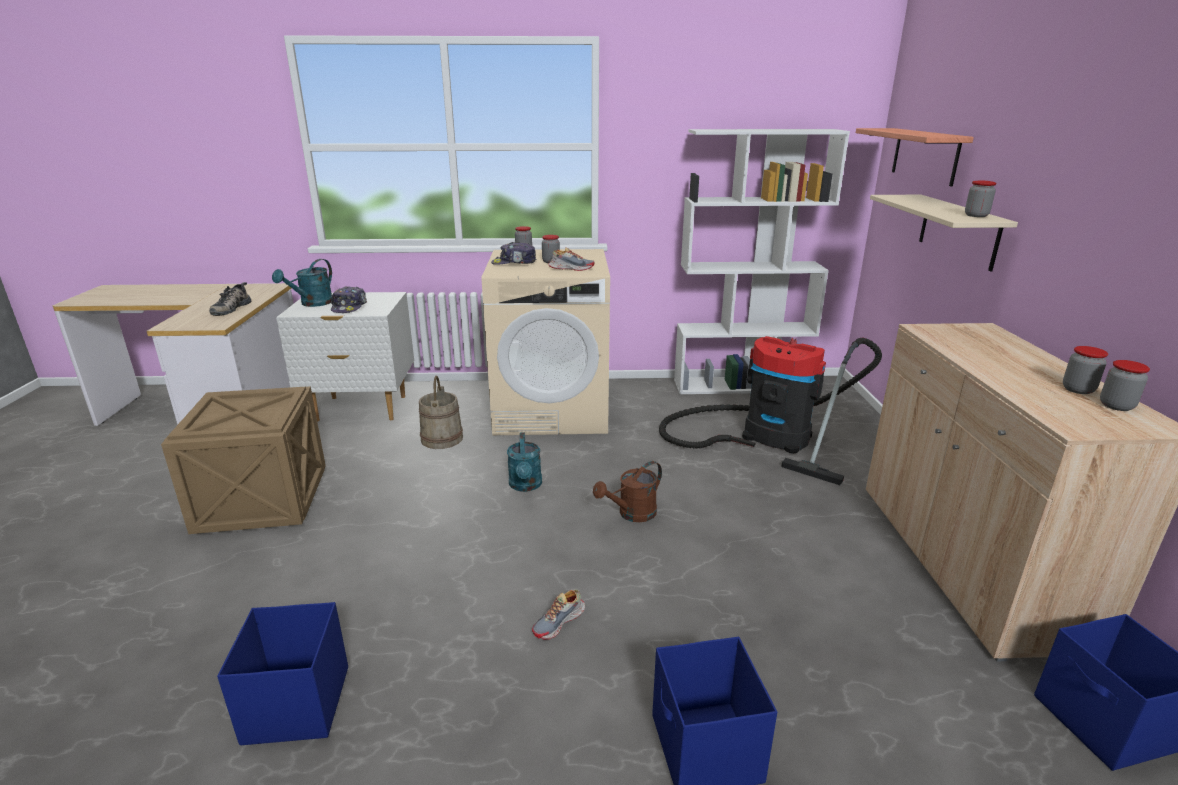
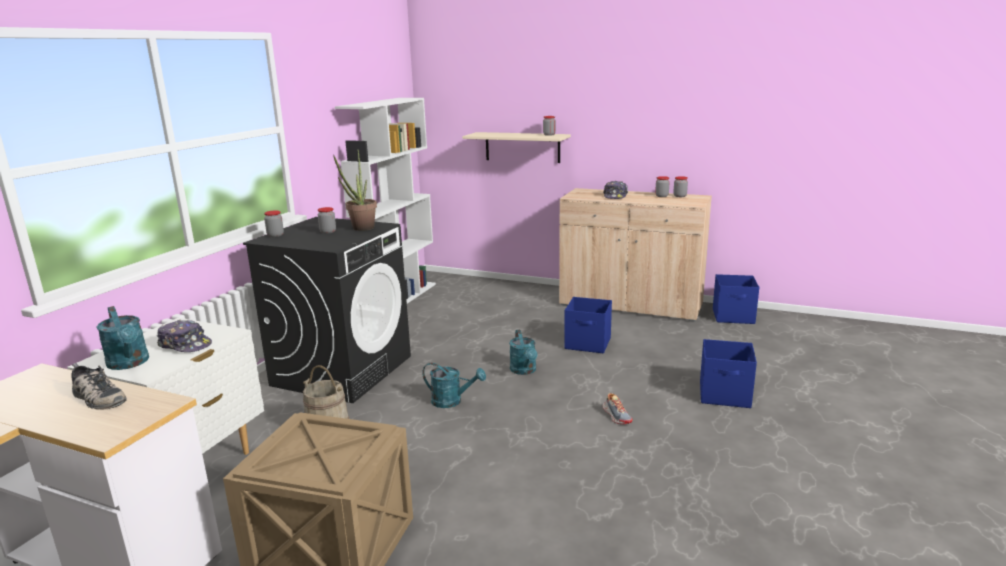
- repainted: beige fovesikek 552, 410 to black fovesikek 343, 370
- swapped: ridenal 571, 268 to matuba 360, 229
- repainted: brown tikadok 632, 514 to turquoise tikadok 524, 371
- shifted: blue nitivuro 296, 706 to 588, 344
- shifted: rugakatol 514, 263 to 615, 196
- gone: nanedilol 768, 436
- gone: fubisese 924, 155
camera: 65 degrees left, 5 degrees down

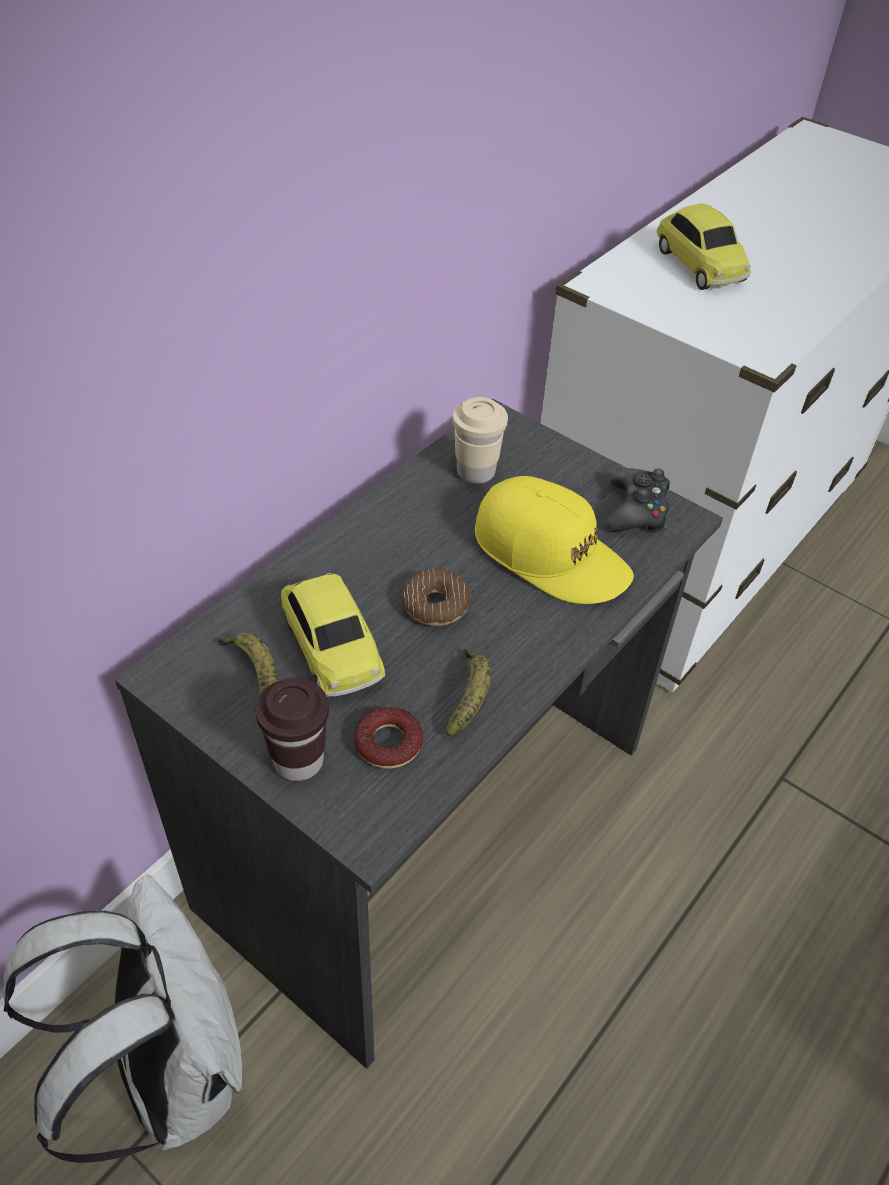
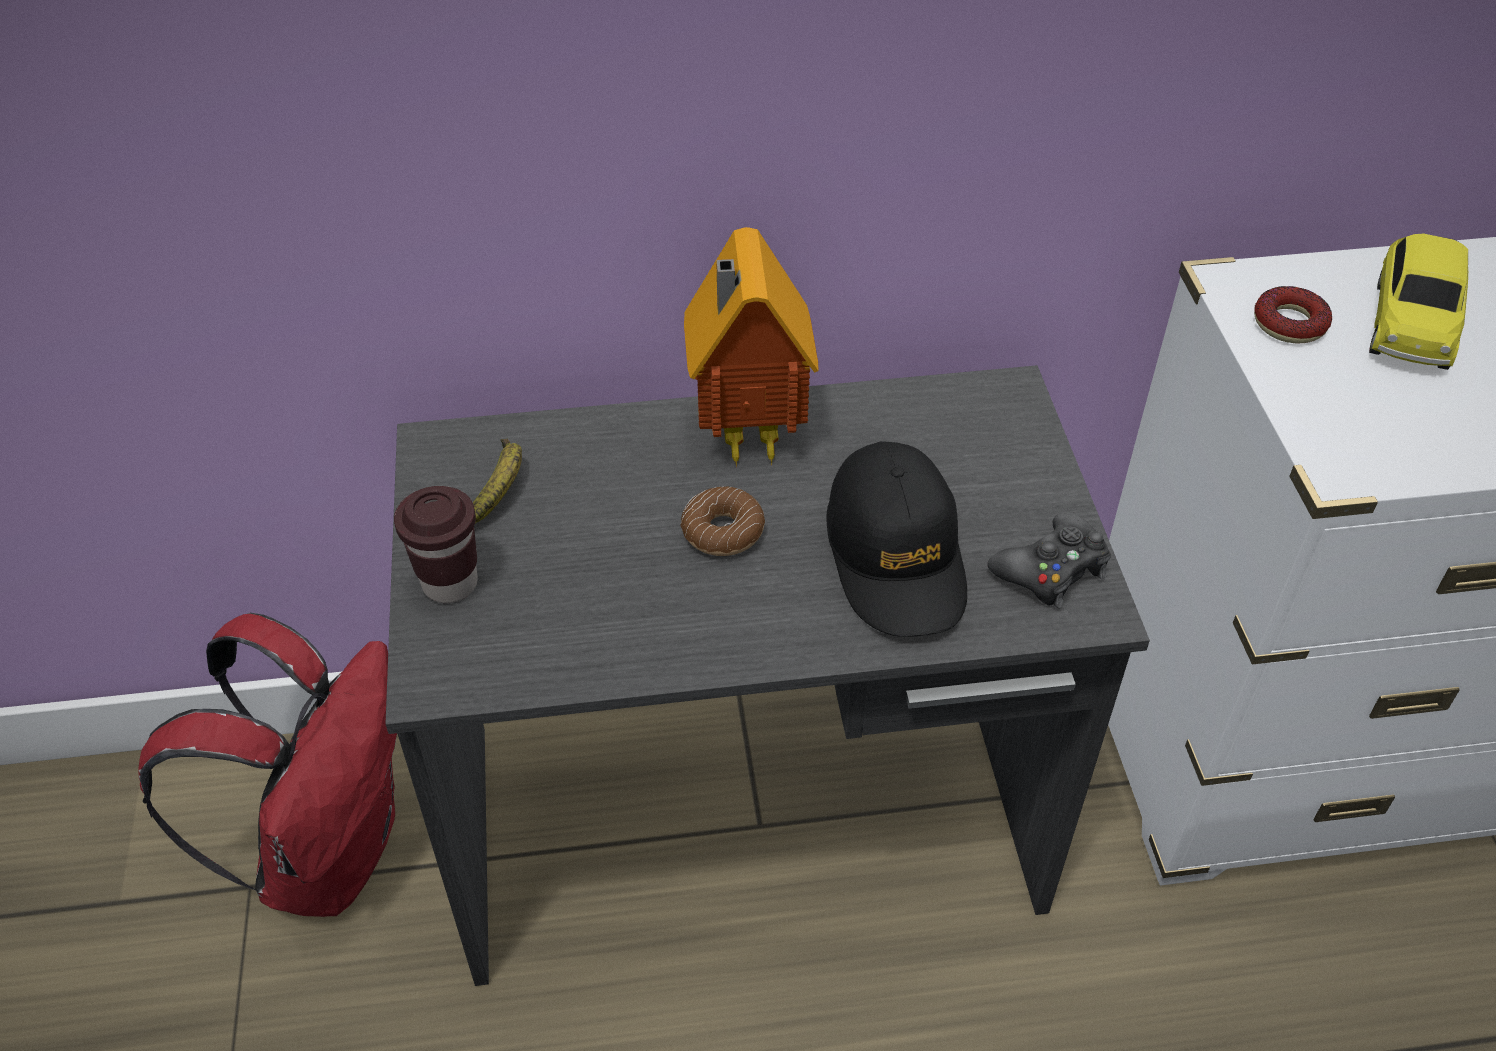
- repainted: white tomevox 166, 1072 to red tomevox 329, 850
- new: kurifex 744, 436
- repainted: yellow rugakatol 551, 554 to black rugakatol 897, 556
- shifted: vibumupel 388, 743 to 1289, 323
- gone: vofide 331, 646
- gone: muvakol 469, 697
- gone: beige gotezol 476, 472
camera: 45 degrees right, 0 degrees up

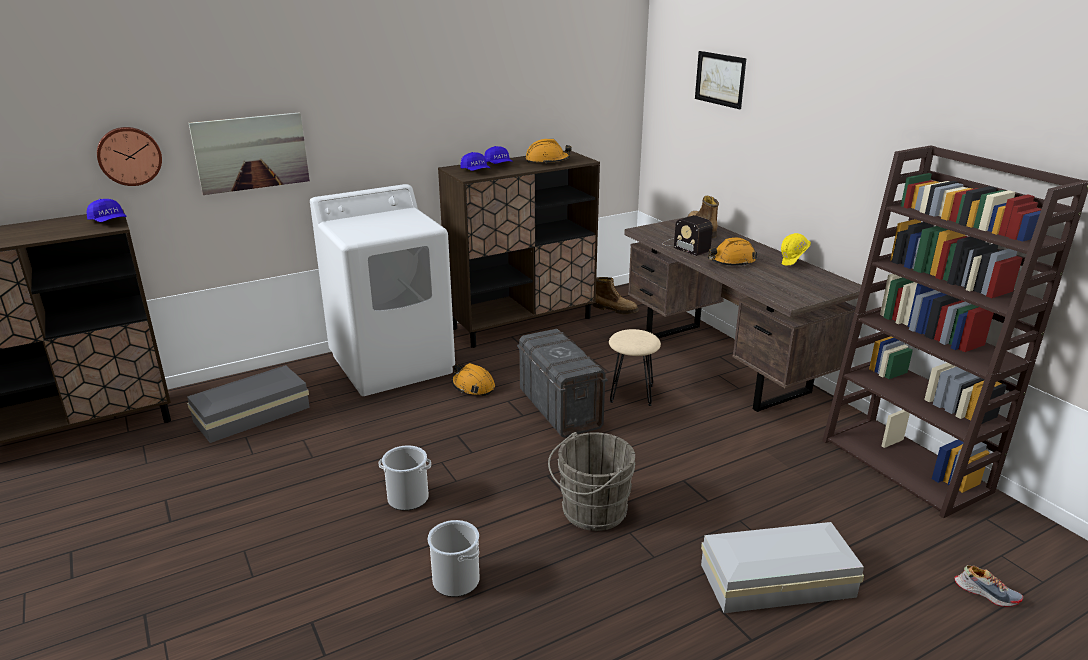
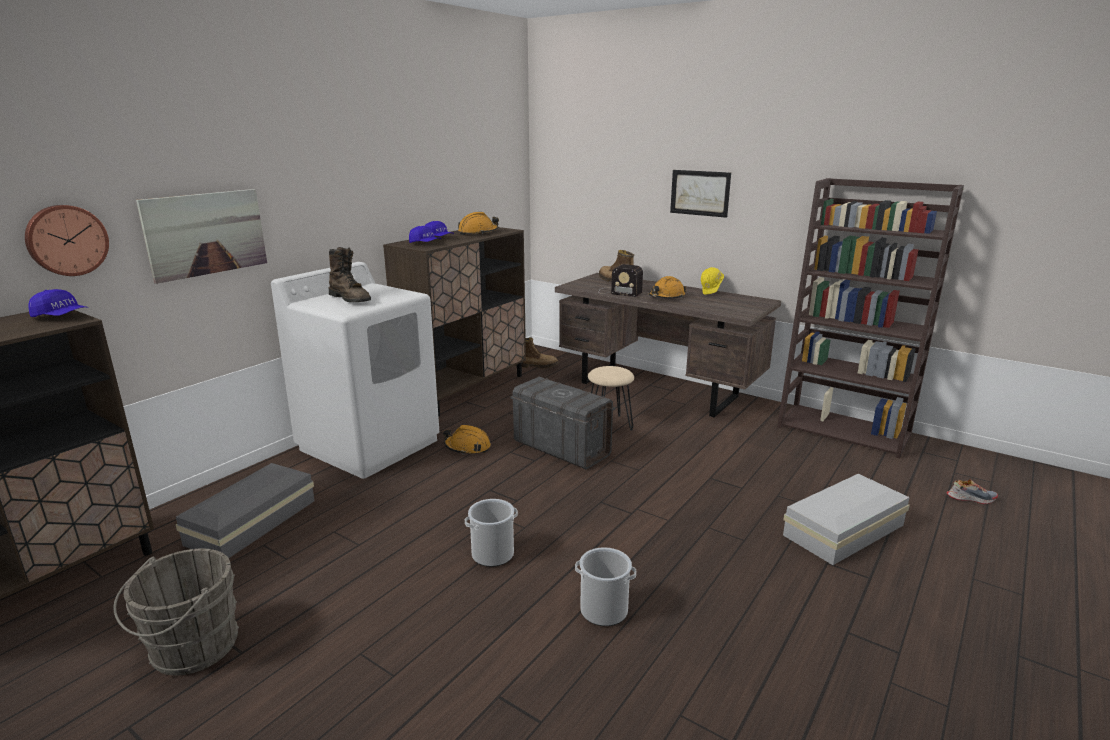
- shifted: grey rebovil 590, 512 to 190, 650
- new: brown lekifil 350, 299
- shifted: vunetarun 720, 79 to 700, 193
camera: 25 degrees left, 5 degrees down

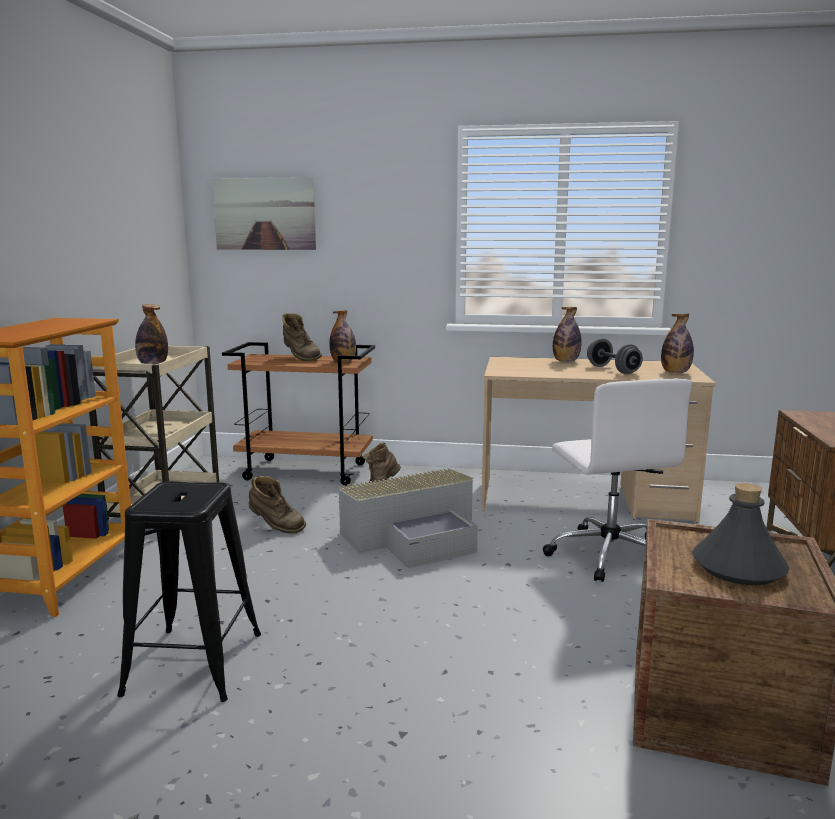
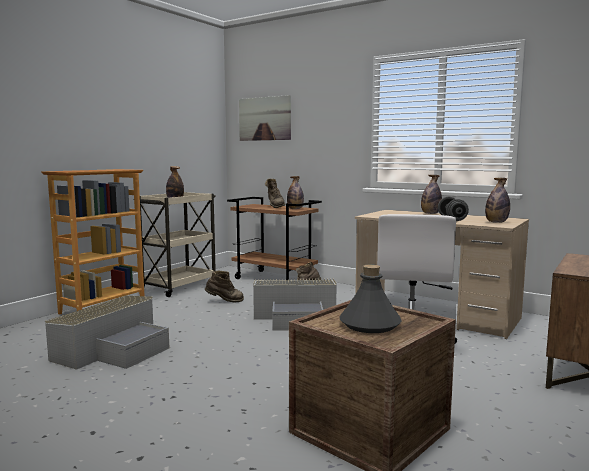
- swapped: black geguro 194, 664 to grey nitivuro 114, 349
- rotated: brown lekifil 275, 527 = 224, 301 60 degrees counterclockwise
camera: 25 degrees right, 5 degrees down

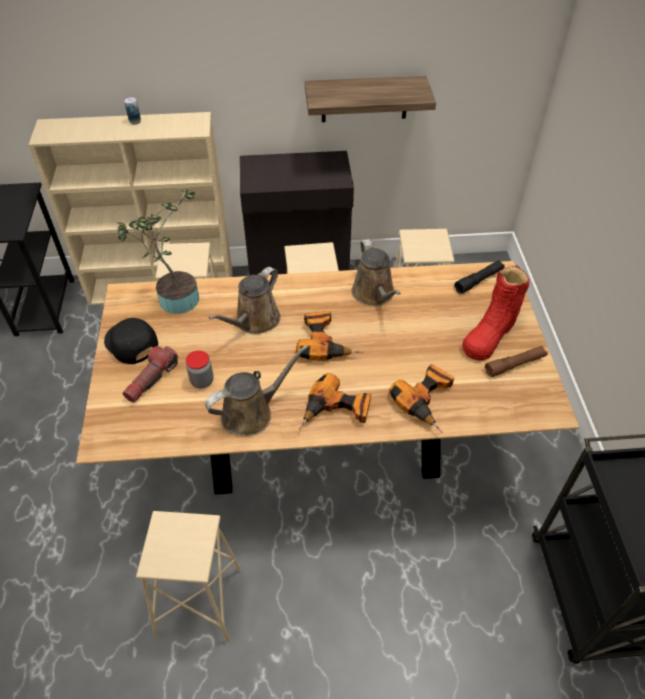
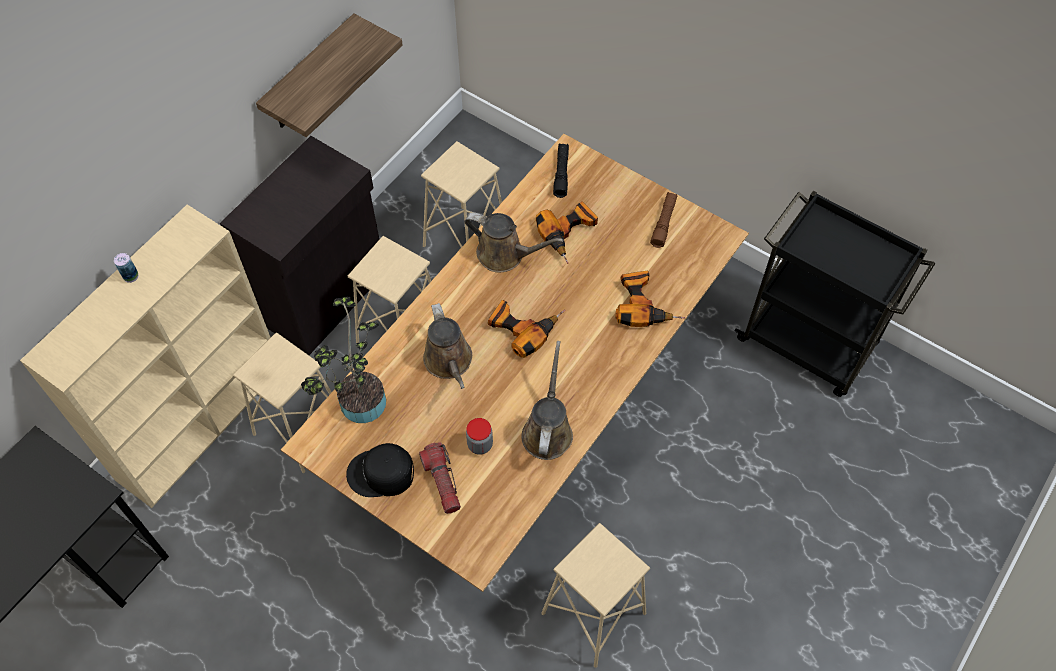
- shifted: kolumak 337, 412 to 569, 234
- gone: red lekifil 490, 333
camera: 50 degrees left, 10 degrees up

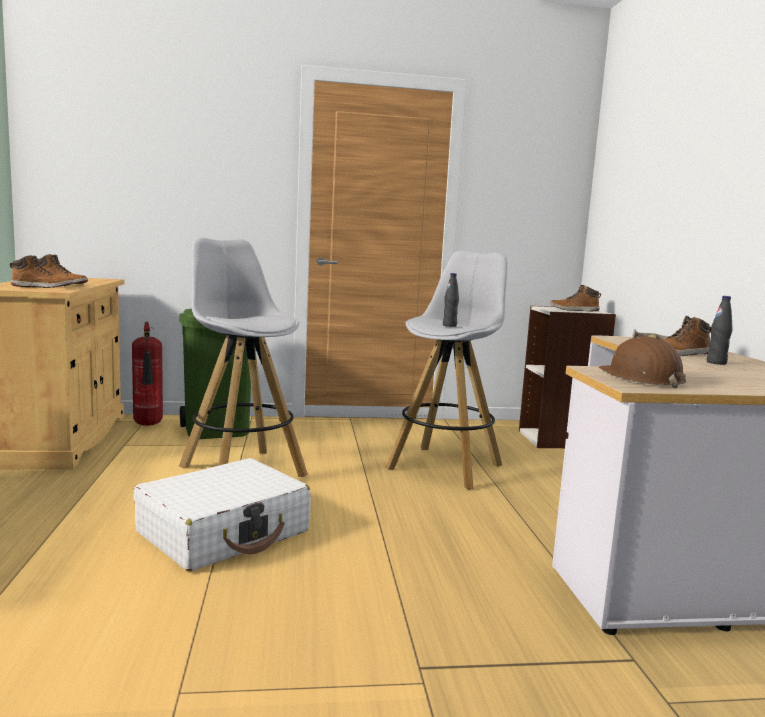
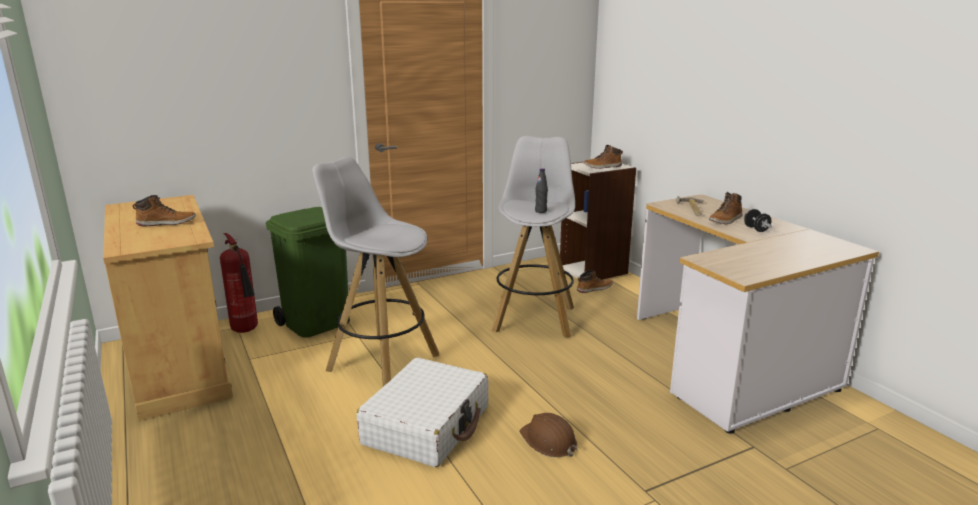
- shifted: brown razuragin 641, 377 to 548, 441
- shifted: lekifil 42, 287 to 594, 288
- swapped: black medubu 716, 363 to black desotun 756, 229
camera: 20 degrees left, 10 degrees up

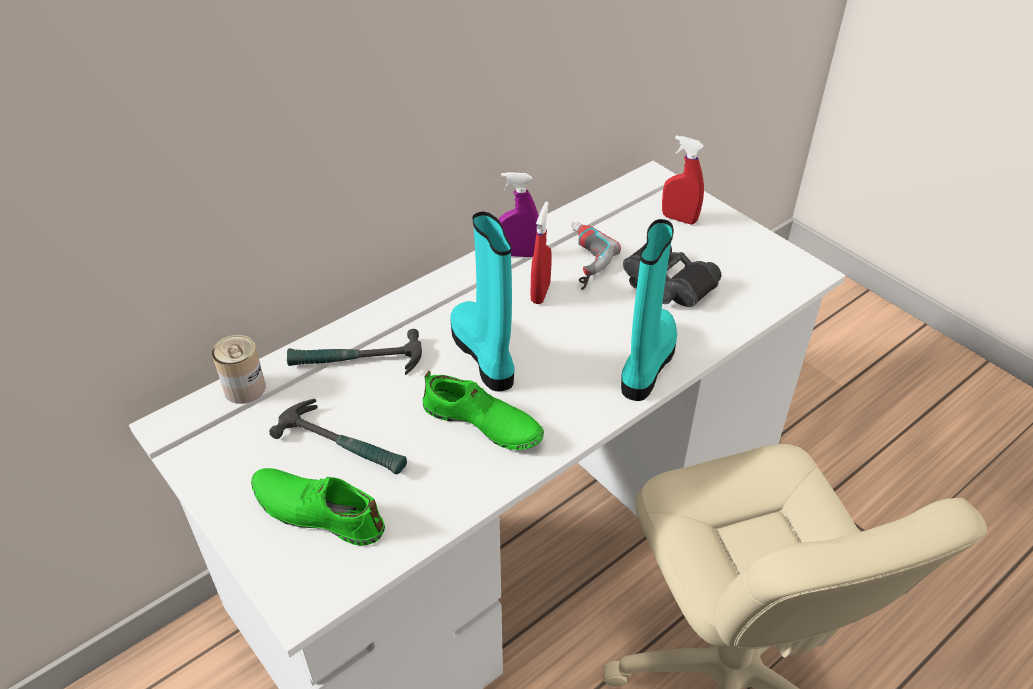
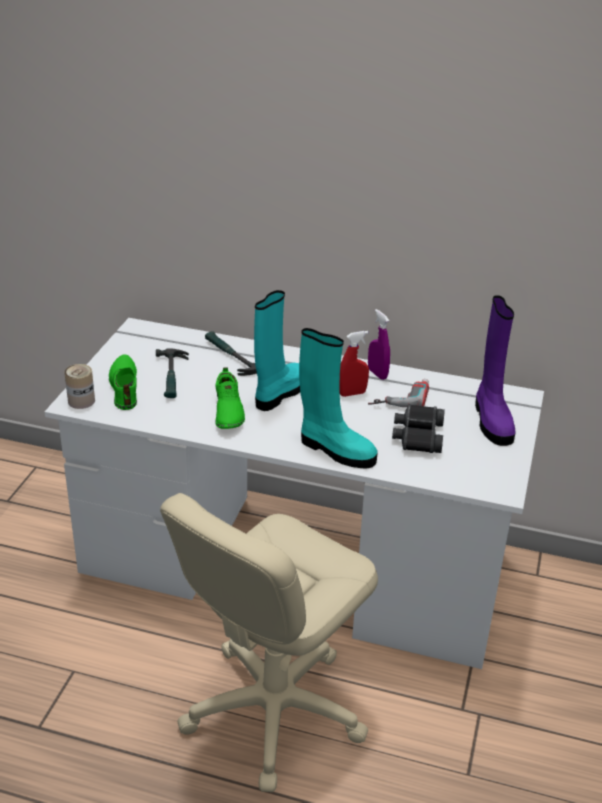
- shifted: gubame 245, 388 to 81, 401
- rotated: turquoise lekifil 646, 363 = 335, 450 45 degrees clockwise
- swapped: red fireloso 679, 219 to purple lekifil 491, 420
camera: 55 degrees right, 10 degrees down

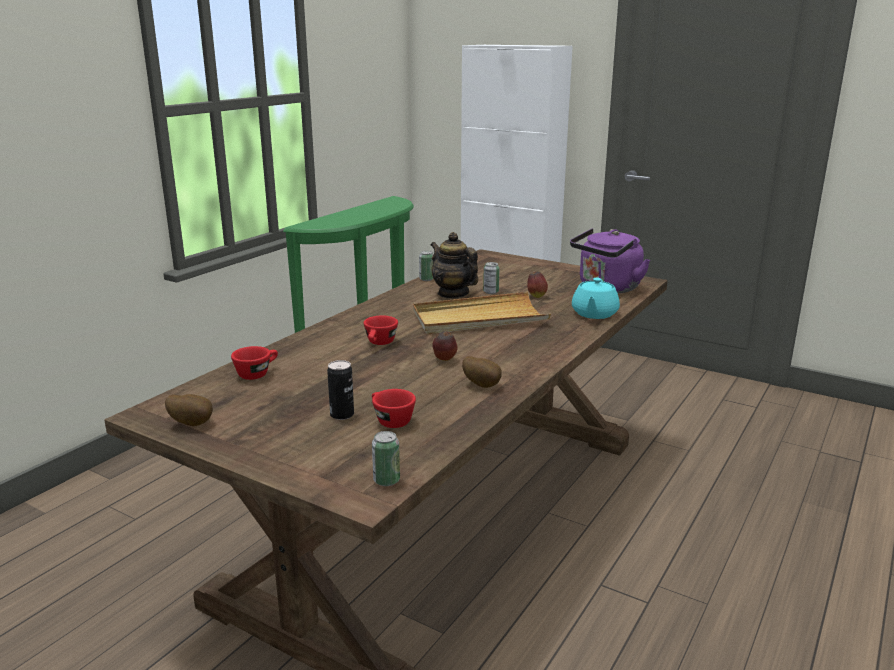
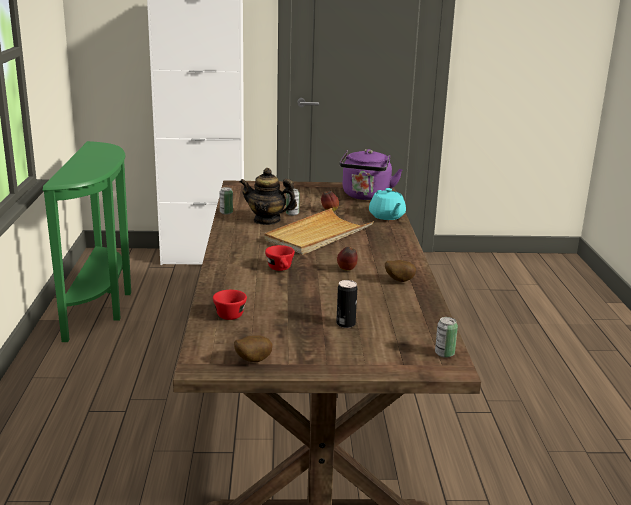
- gone: red gotezol 390, 420
camera: 35 degrees left, 0 degrees up

